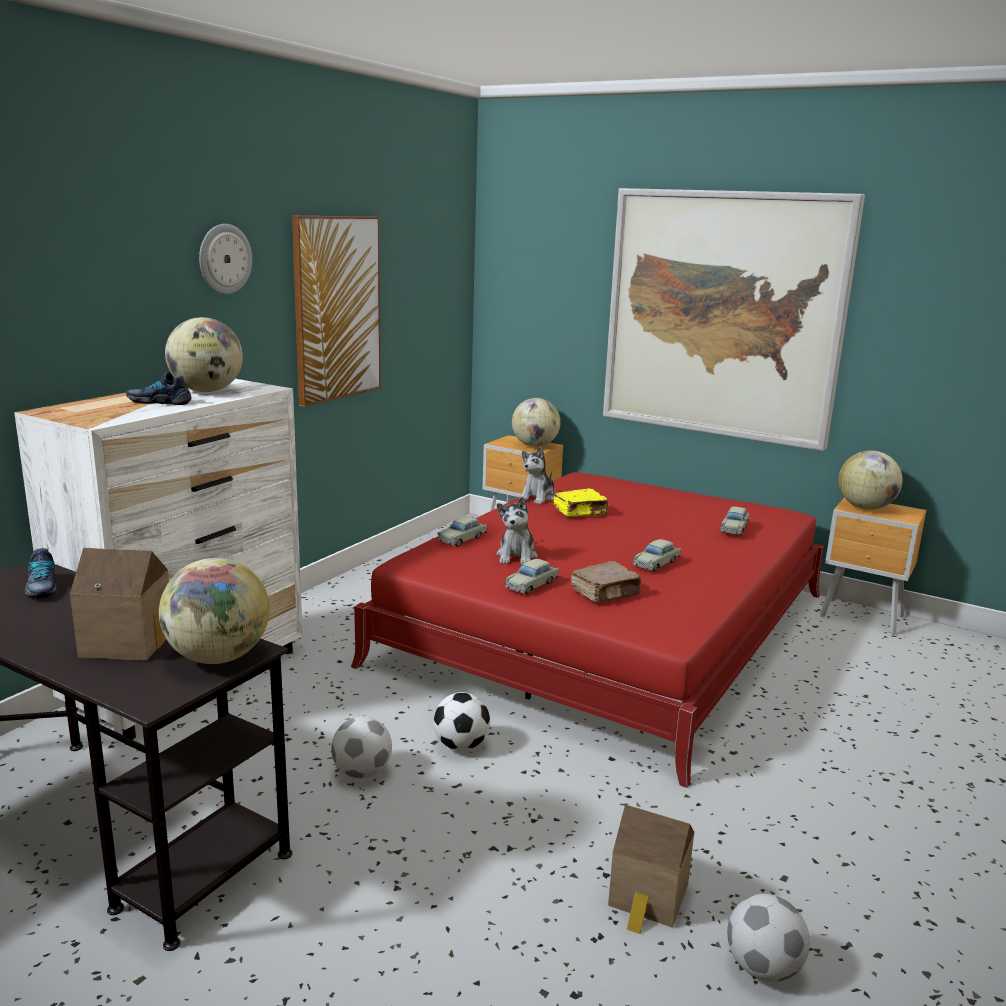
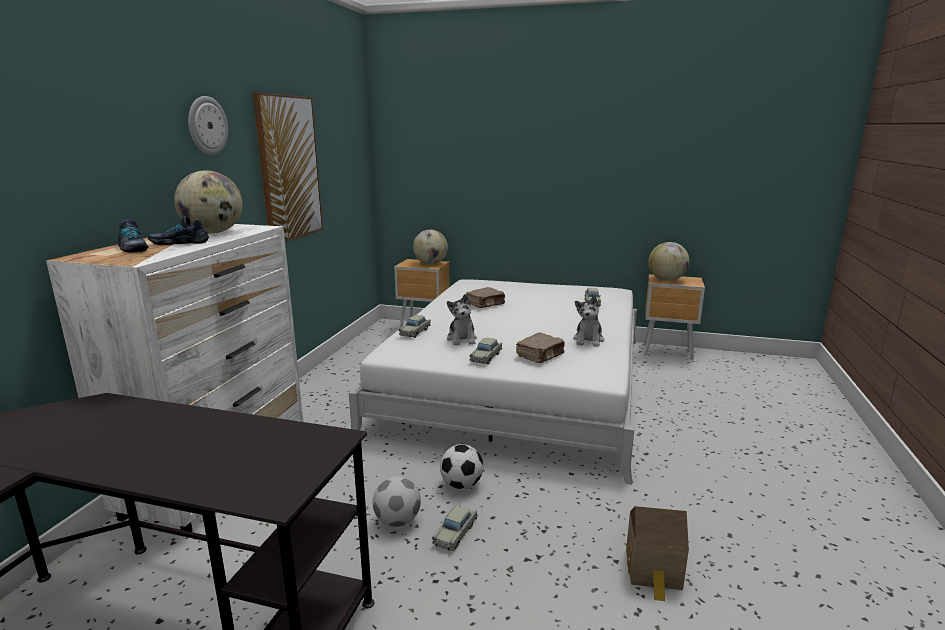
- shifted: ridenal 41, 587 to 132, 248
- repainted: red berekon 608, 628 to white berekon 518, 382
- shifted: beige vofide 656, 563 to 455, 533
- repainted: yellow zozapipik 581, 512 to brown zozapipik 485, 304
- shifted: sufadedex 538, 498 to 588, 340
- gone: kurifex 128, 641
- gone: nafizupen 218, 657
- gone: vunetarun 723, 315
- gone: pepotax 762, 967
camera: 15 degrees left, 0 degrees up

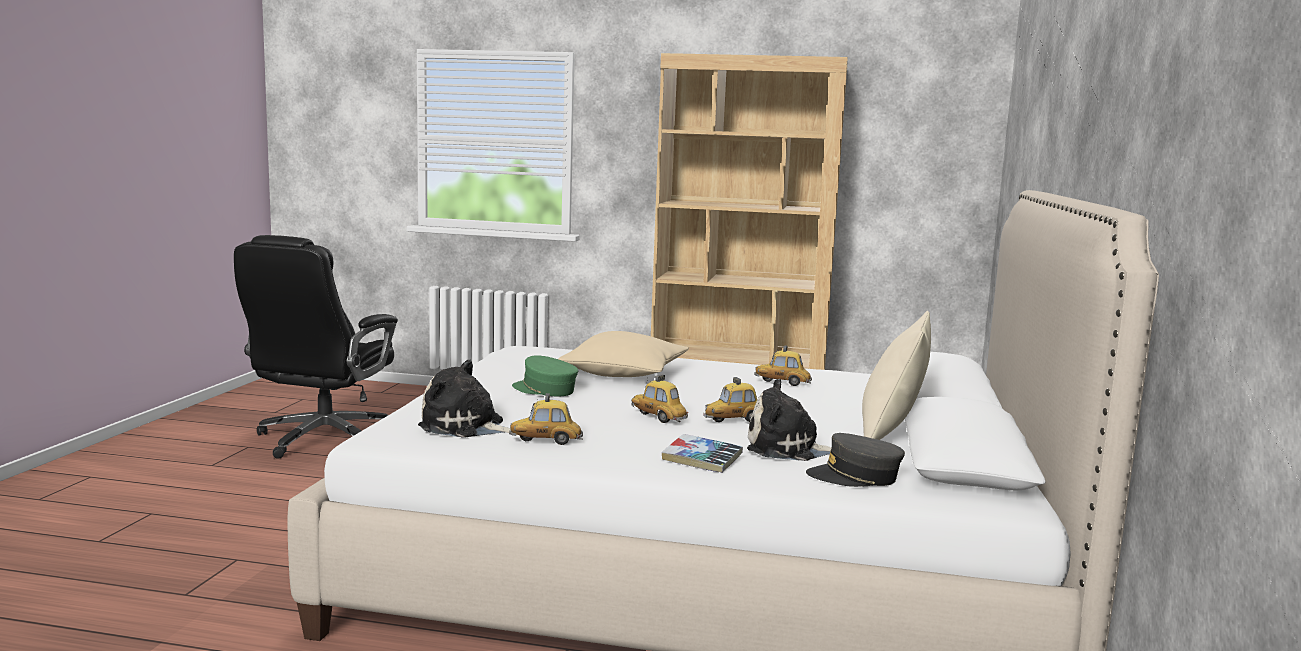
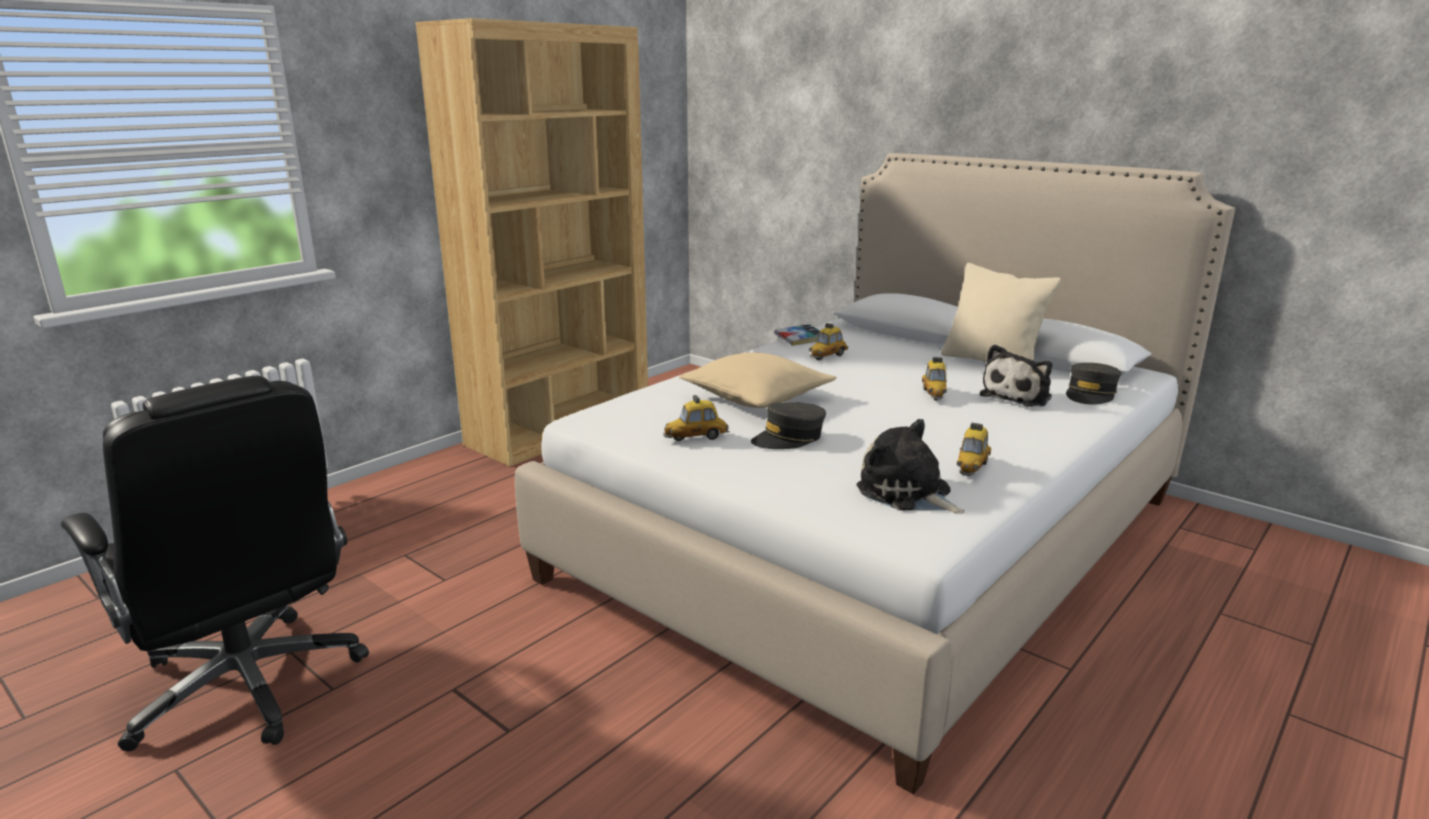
- shifted: vofide 658, 417 to 696, 438
- repainted: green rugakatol 544, 390 to grey rugakatol 789, 438
- shifted: zozapipik 701, 460 to 800, 339
- rotated: sufadedex 465, 427 = 907, 493 90 degrees clockwise
camera: 60 degrees left, 10 degrees up

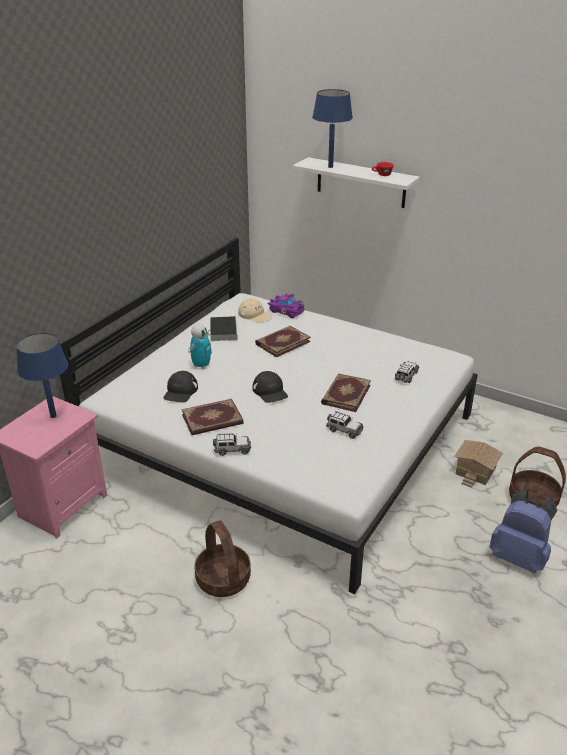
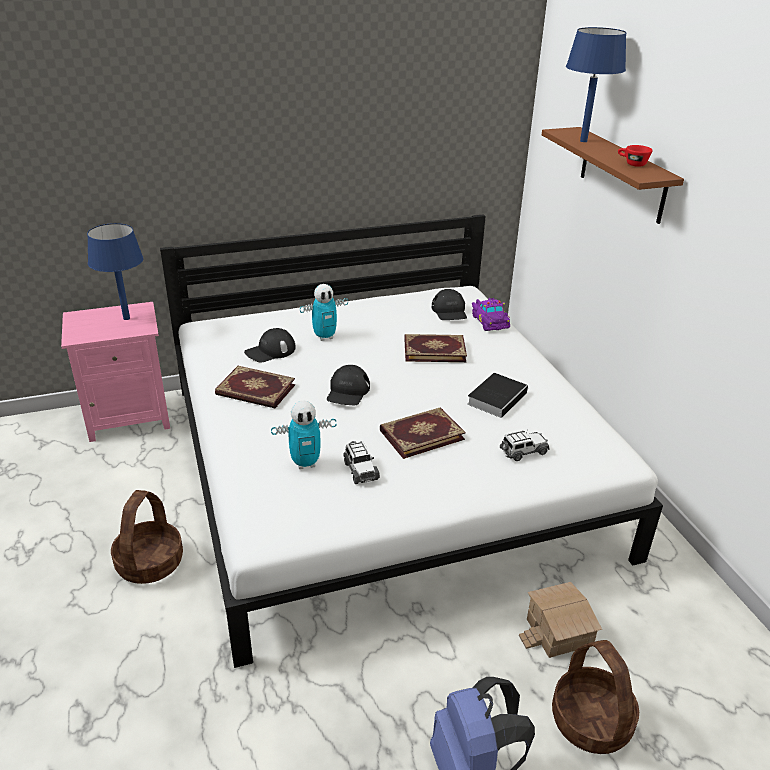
- new: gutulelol 305, 463
- repainted: beige rugakatol 255, 314 to black rugakatol 449, 311
- shifted: zozapipik 223, 330 to 497, 397
- repainted: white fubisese 361, 183 to brown fubisese 622, 174
- gone: vofide 232, 449
camera: 40 degrees right, 0 degrees up

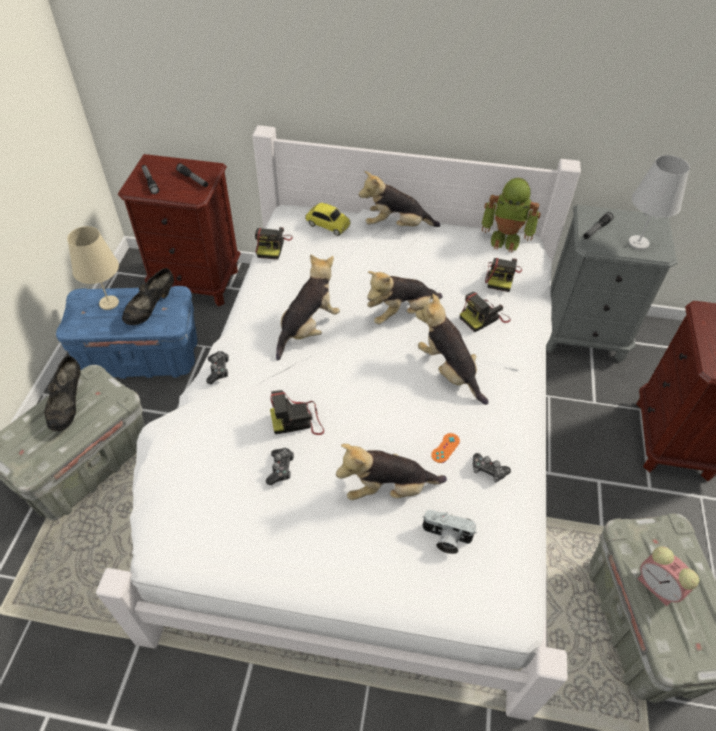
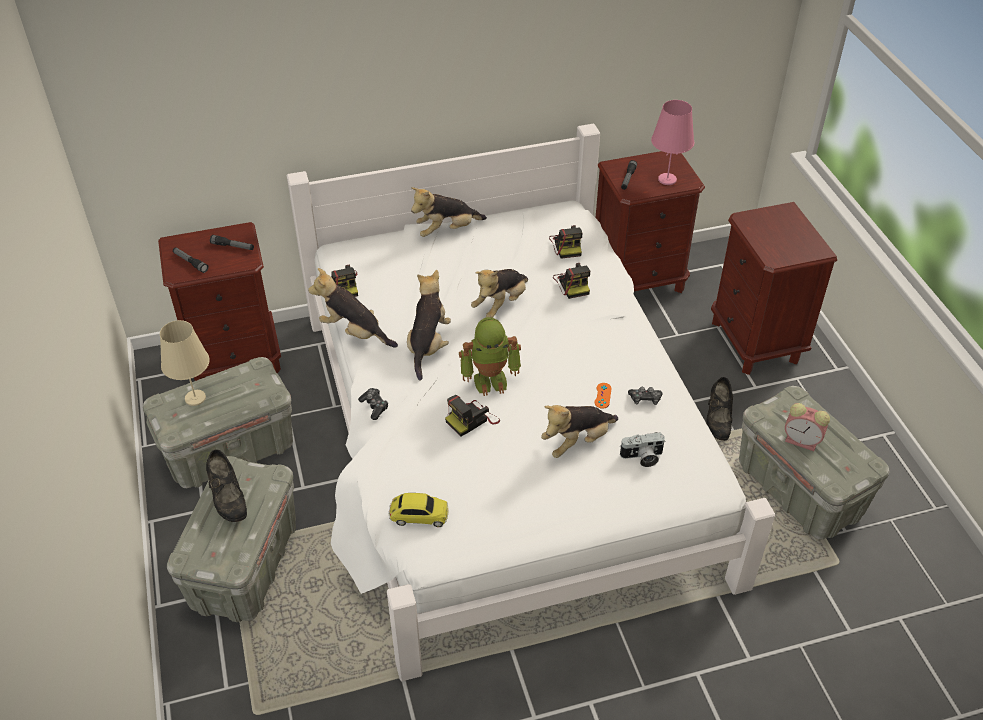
- repainted: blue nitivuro 142, 357 to grey nitivuro 230, 449
- shifted: sufadedex 449, 371 to 354, 332
- shifted: vofide 327, 225 to 419, 516
- shifted: gutulelol 506, 239 to 490, 379
- rotated: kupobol 484, 317 = 572, 284 45 degrees counterclockwise
- repainted: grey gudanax 583, 335 to brown gudanax 638, 280
- repainted: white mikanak 638, 243 to pink mikanak 667, 179
- shifted: black ridenal 151, 308 to 718, 421
- gone: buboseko 280, 469
camera: 25 degrees left, 5 degrees down

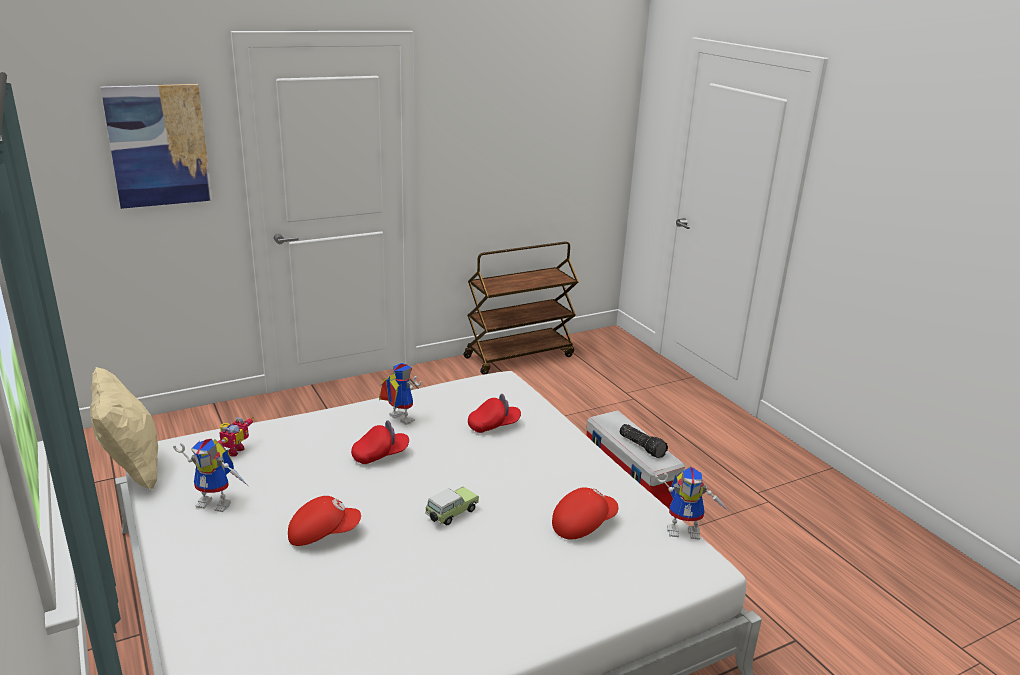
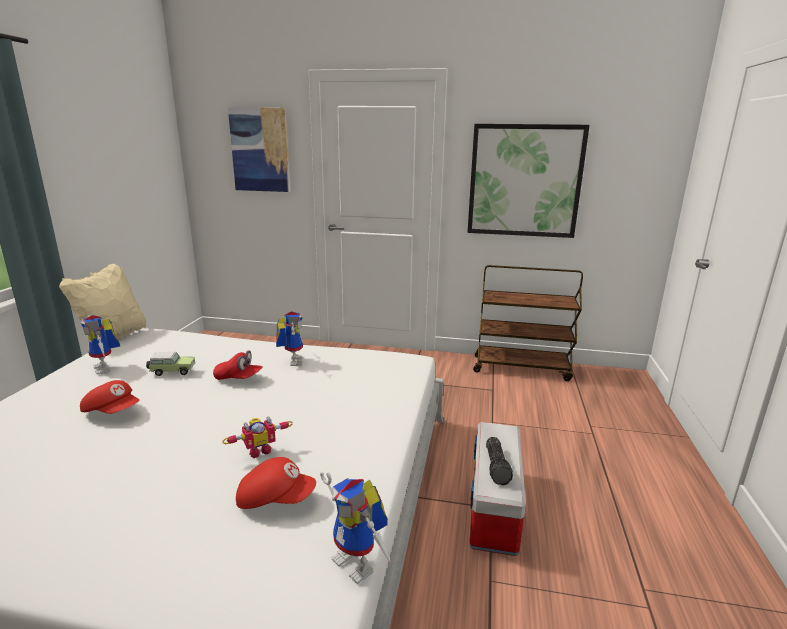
- shifted: vofide 450, 514 to 172, 371
- shifted: gutulelol 233, 450 to 259, 450
- new: vunetarun 524, 181
- gone: red rugakatol 493, 425
camera: 40 degrees right, 5 degrees down

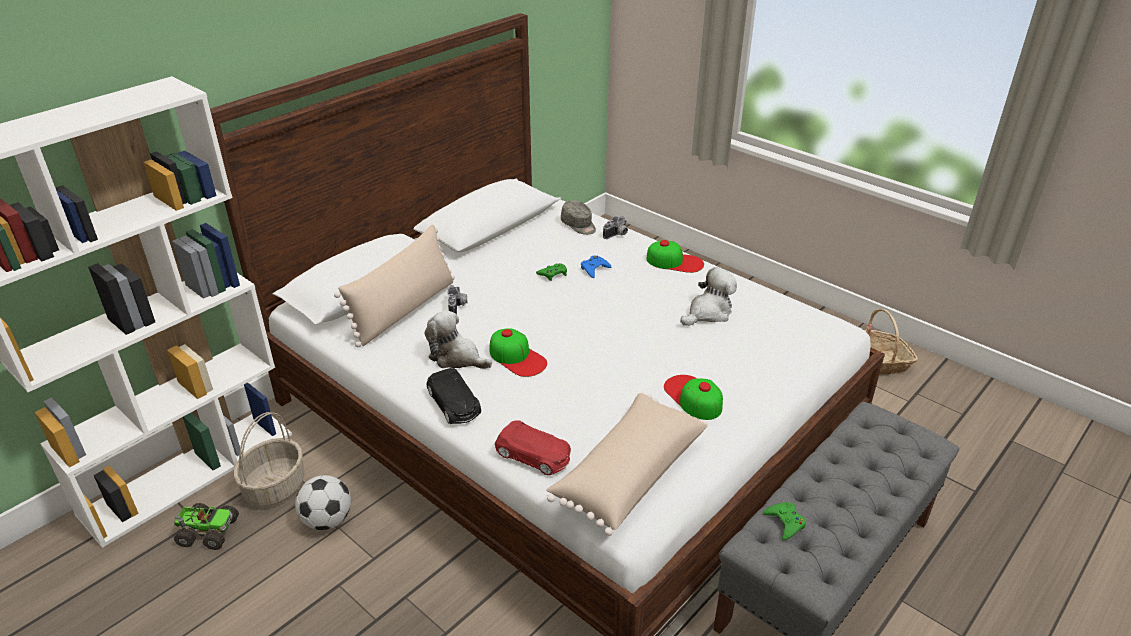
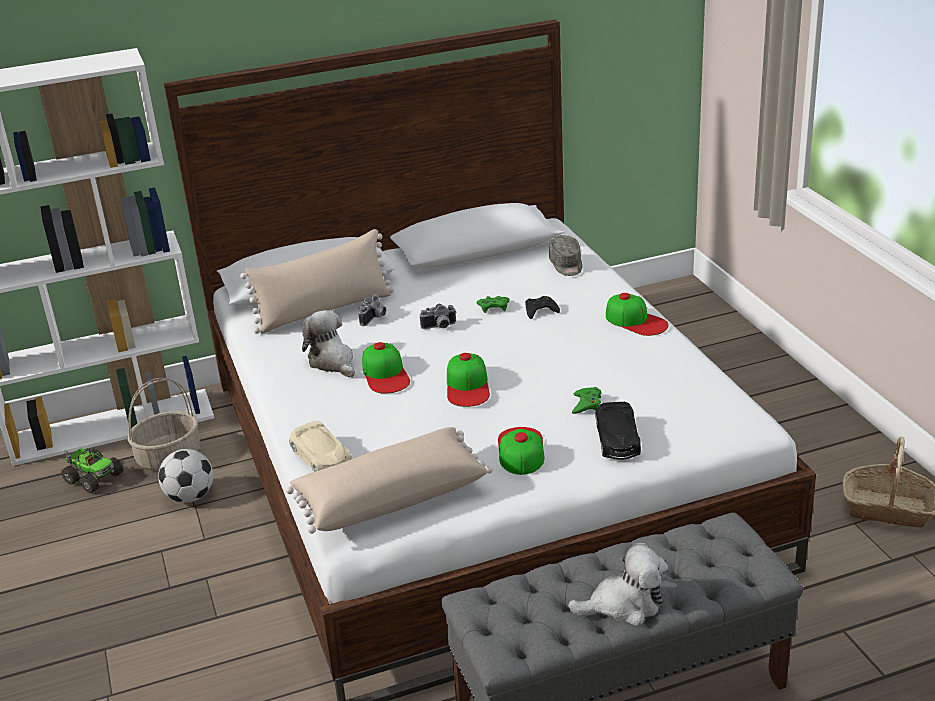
- repainted: red vofide 534, 455 to beige vofide 322, 459
- shifted: kupobol 617, 235 to 439, 327
- new: rugakatol 468, 386
- repainted: blue buboseko 594, 269 to black buboseko 540, 311
- shifted: sufadedex 708, 313 to 624, 605
- shifted: green buboseko 785, 523 to 586, 404
- shifted: black vofide 454, 404 to 617, 440
camera: 30 degrees right, 5 degrees down

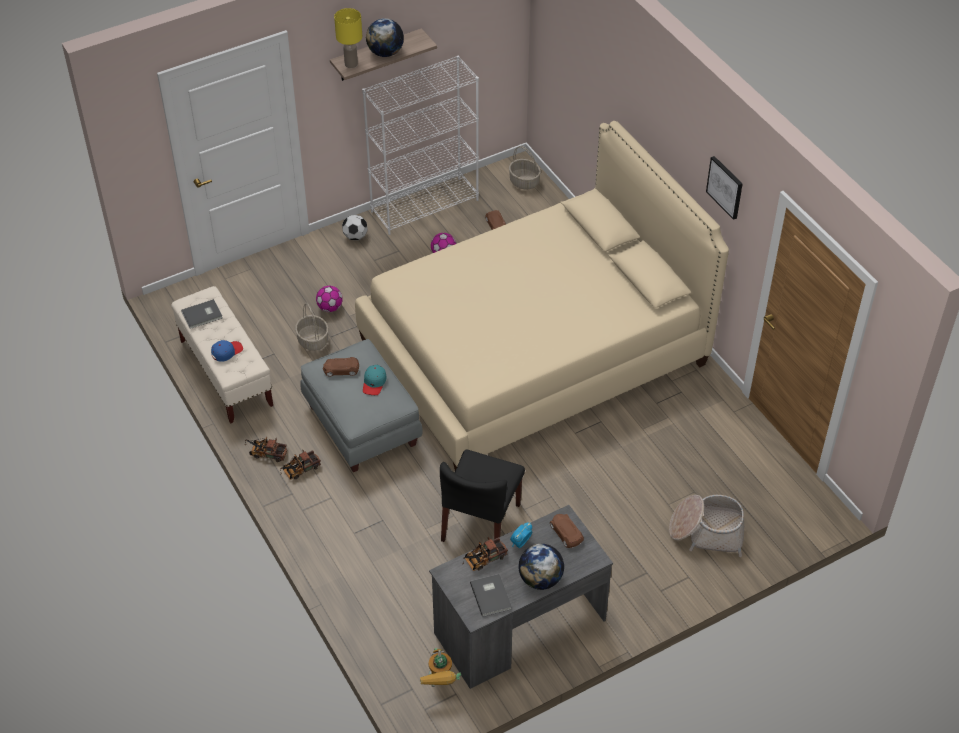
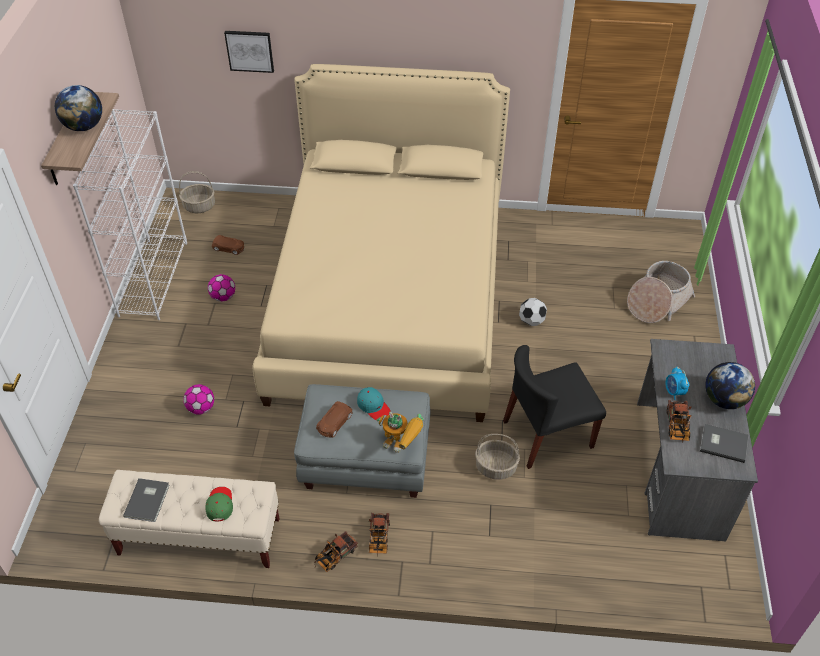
- repainted: blue rugakatol 226, 352 to green rugakatol 219, 505
- shifted: vunetarun 725, 187 to 250, 50
- shifted: gutulelol 440, 684 to 402, 445
- shifted: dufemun 312, 340 to 495, 467
- rotated: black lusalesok 481, 523 = 547, 435 105 degrees clockwise
- shifted: pepotax 355, 236 to 531, 321
- gone: yellow mikanak 351, 64
- gone: brown vofide 566, 533
camera: 55 degrees left, 0 degrees up

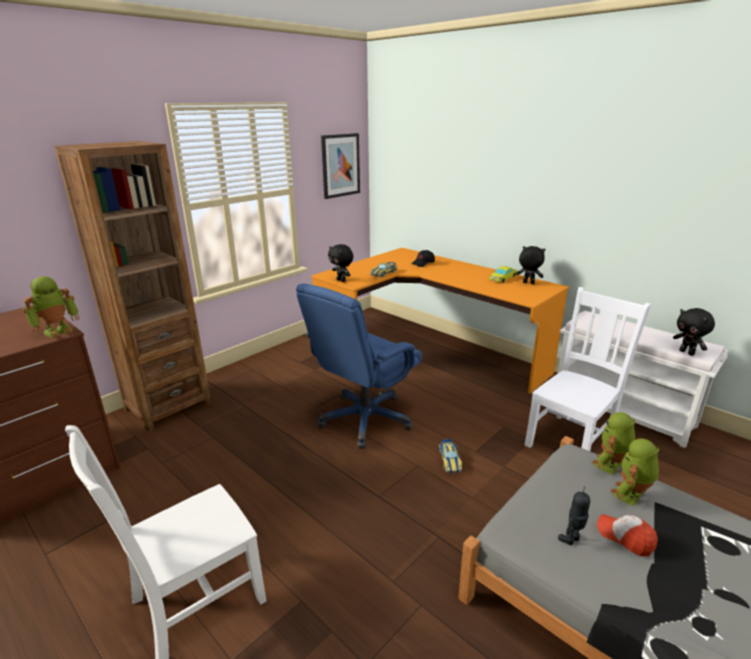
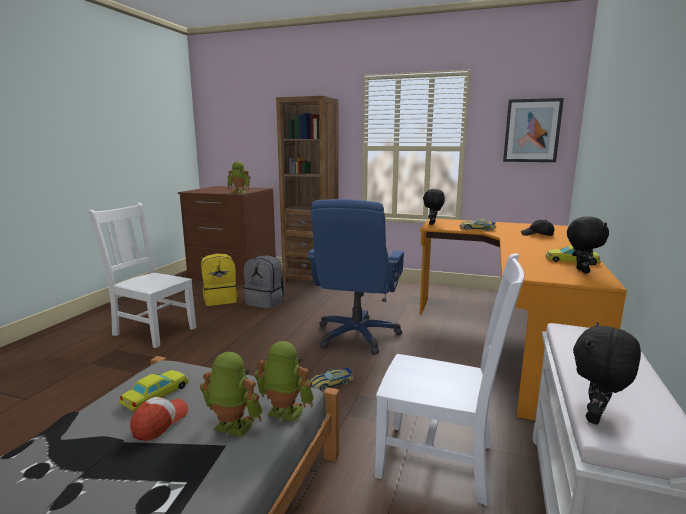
- swapped: gutulelol 571, 539 to yellow vofide 156, 394
- new: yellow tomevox 220, 300
- new: grey tomevox 266, 302
- rotated: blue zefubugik 365, 419 = 357, 335 90 degrees counterclockwise
camera: 65 degrees right, 10 degrees down

